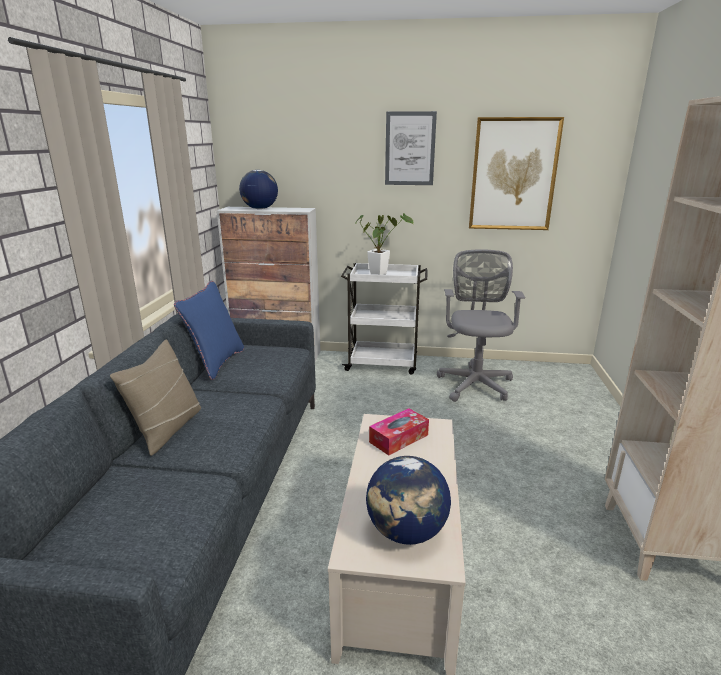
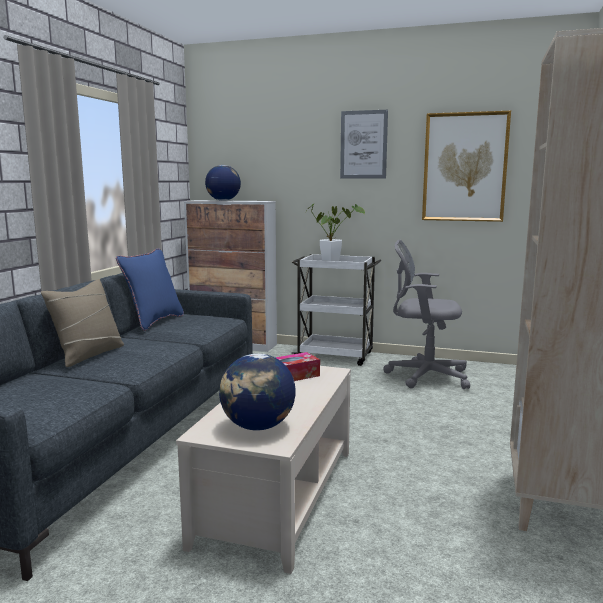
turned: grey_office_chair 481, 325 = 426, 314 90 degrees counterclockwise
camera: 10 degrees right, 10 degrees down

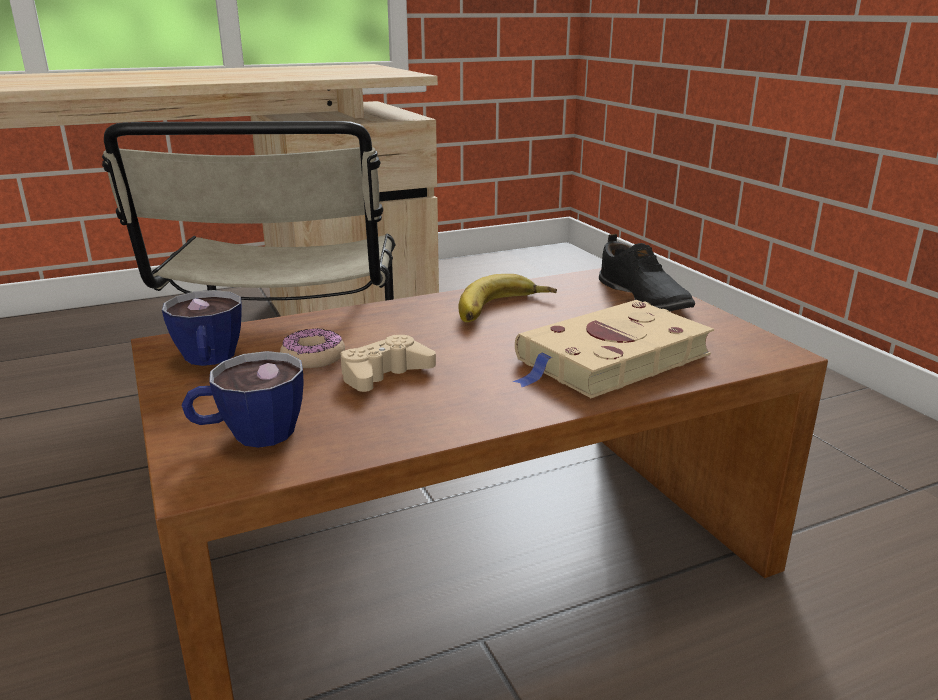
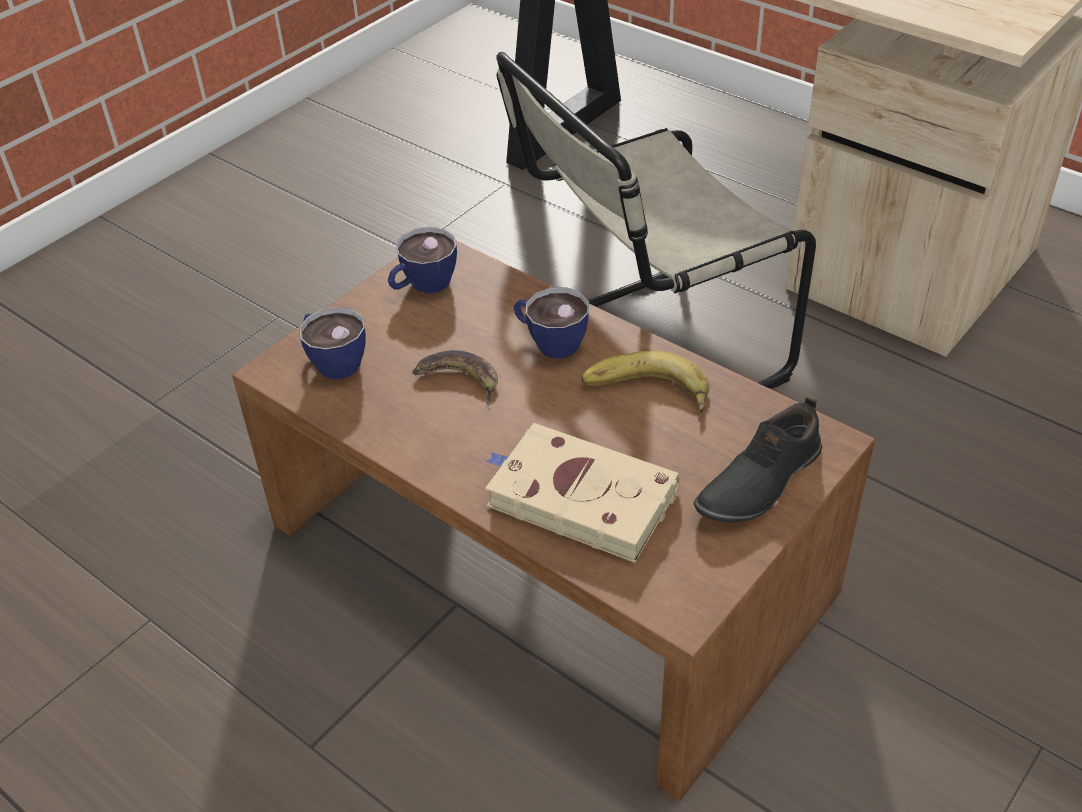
removed: donut 312, 348
added: cup 551, 323
replaced: beige_game_controller 388, 363 to banana 455, 377
camera: 65 degrees right, 20 degrees up

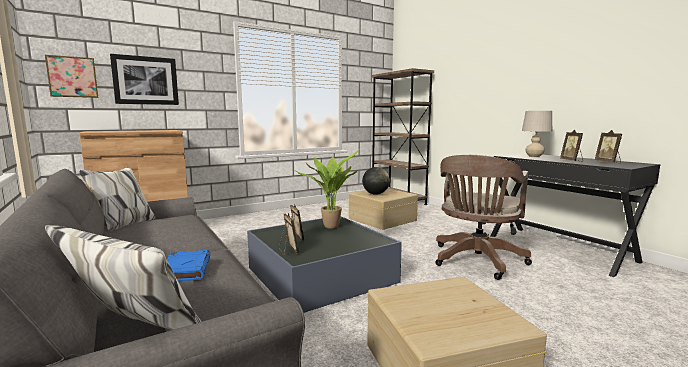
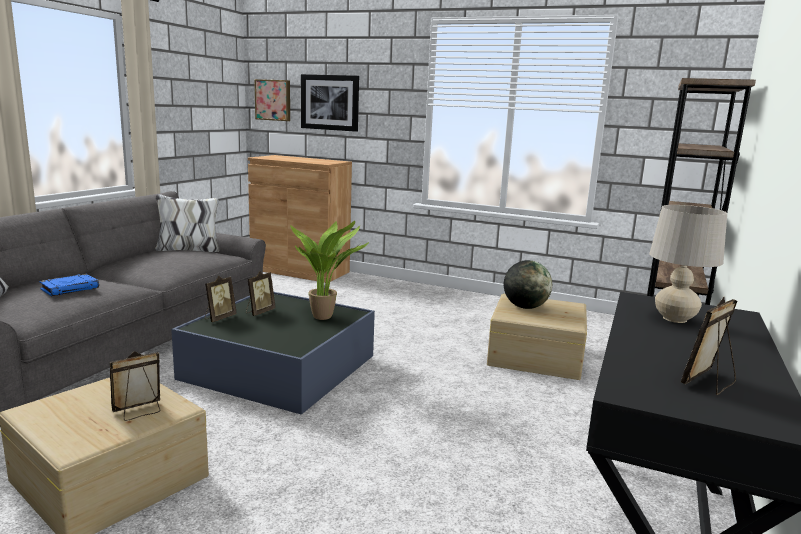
removed: brown_office_chair 483, 217
moved: picture_frame 571, 146 to 135, 386
camera: 55 degrees right, 5 degrees up

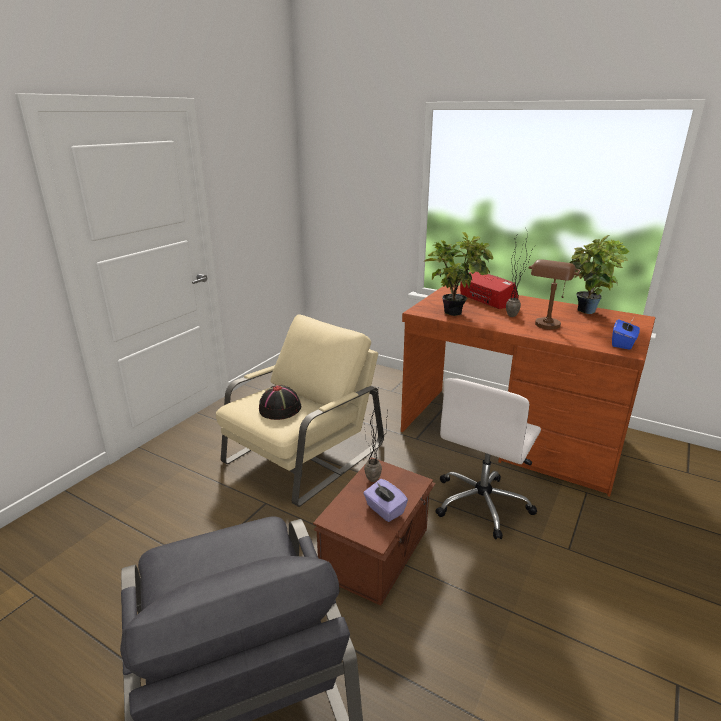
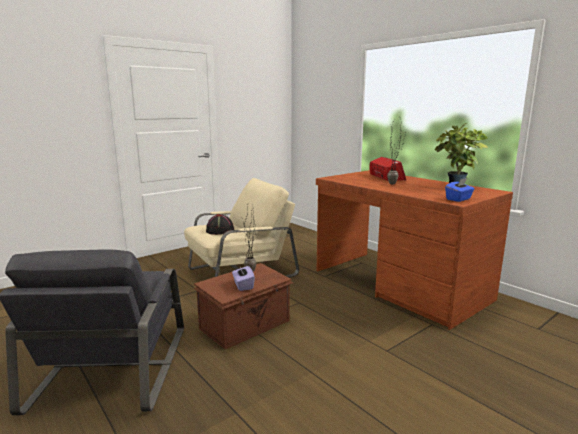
removed: potted_plant 458, 274; brown_table_lamp 555, 294; white_office_chair 488, 458
camera: 20 degrees right, 10 degrees down

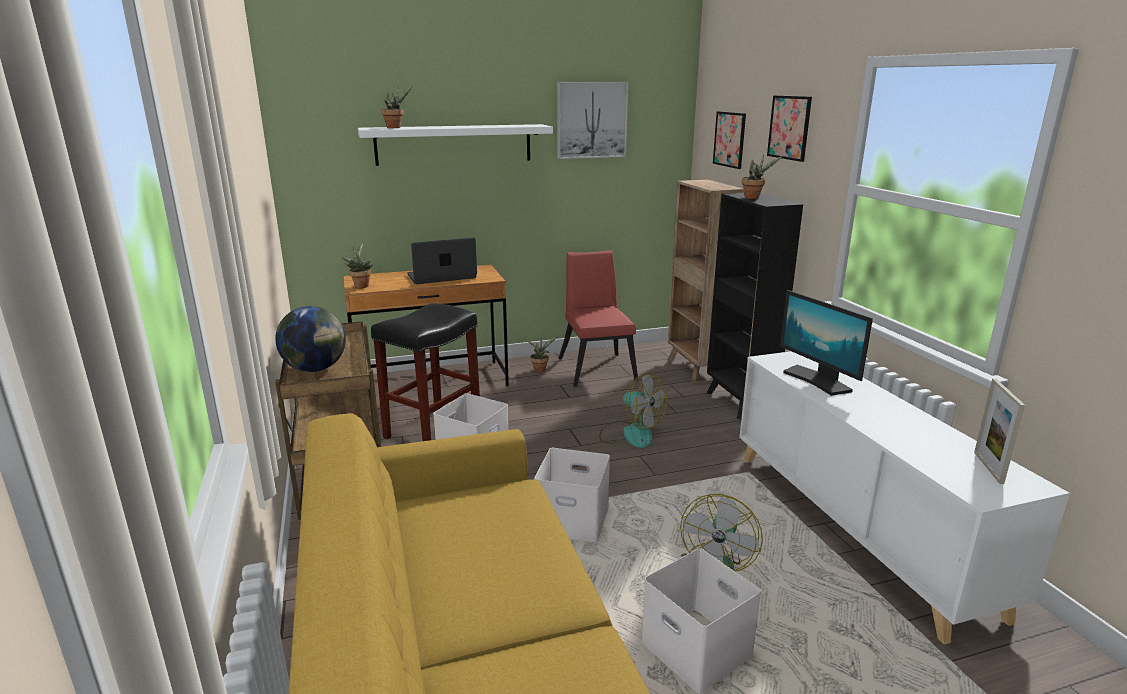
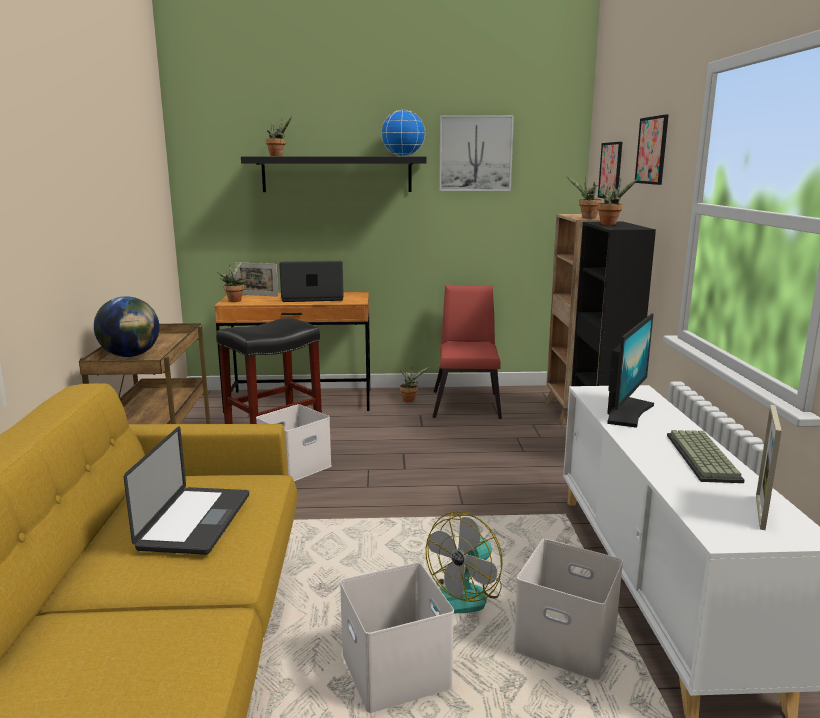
removed: fan 633, 410
added: globe 403, 133; potted_plant 584, 197; picture_frame 256, 279; laptop 186, 490; keyboard 706, 456
moved: white_storage_box 572, 495 to 568, 609
recoloured: white_shelf 455, 145 to black_shelf 334, 174
turned: monitor 826, 343 = 630, 371 135 degrees counterclockwise
camera: 15 degrees right, 5 degrees down

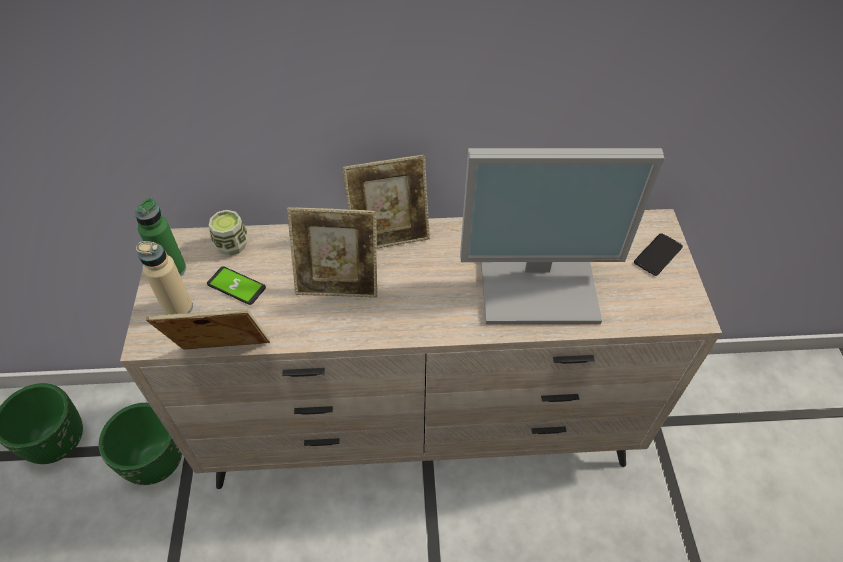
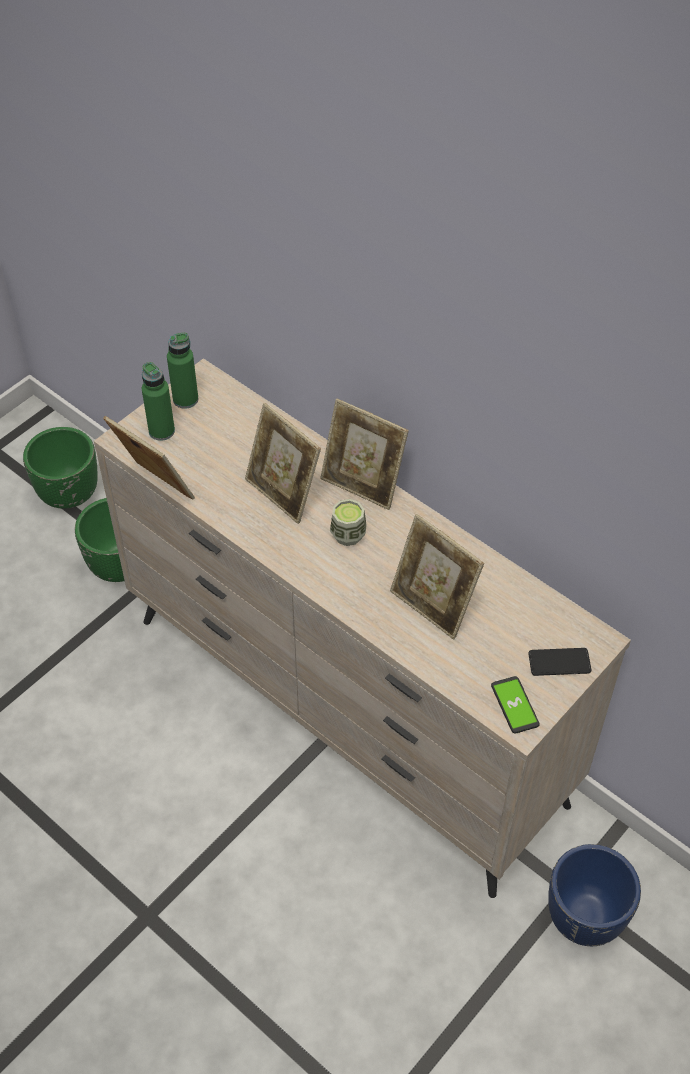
added: blue_planter 594, 895
moved: cup 228, 233 to 348, 522; phone 236, 285 to 515, 704
replaced: monitor 562, 236 to picture_frame 437, 576
recoloured: beige_bottle 164, 278 to green_bottle 158, 401
camera: 45 degrees right, 0 degrees up

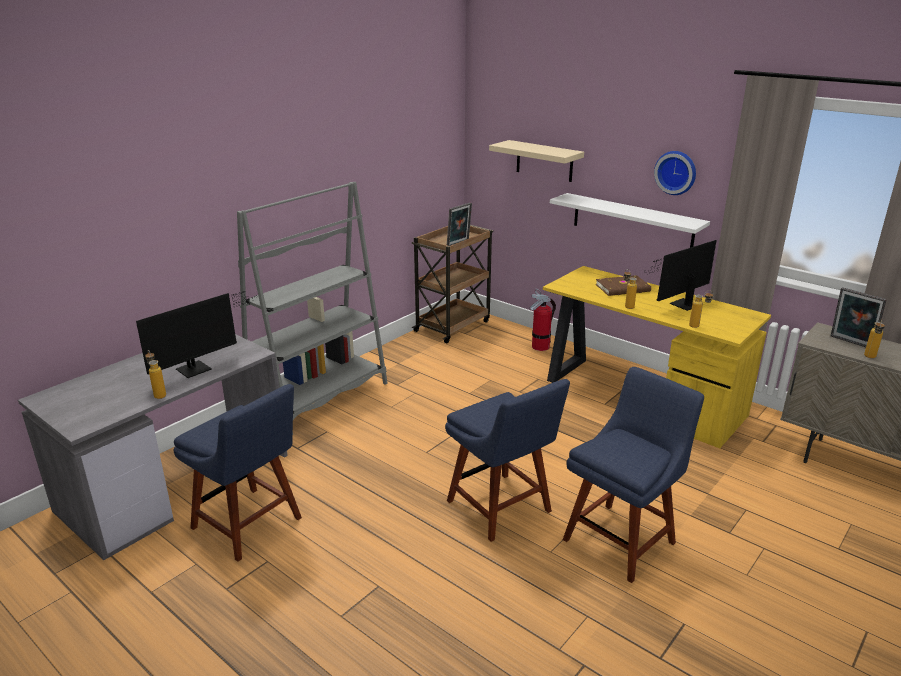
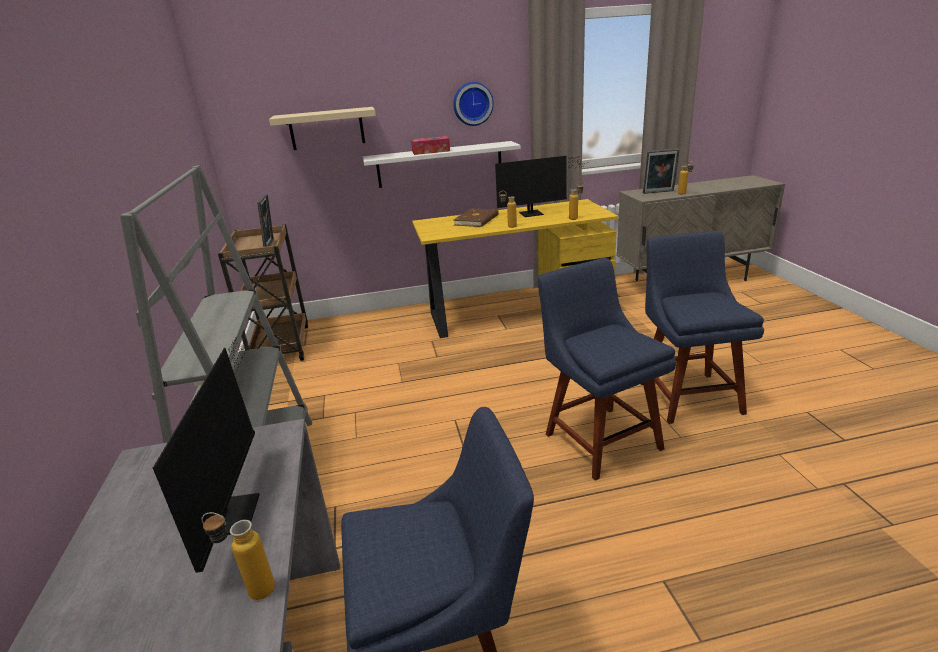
removed: fire_extinguisher 543, 320
added: tissue_box 430, 145
turned: monitor 683, 275 = 541, 186 105 degrees counterclockwise; blue_chair 507, 460 = 607, 369 120 degrees counterclockwise
camera: 50 degrees left, 0 degrees up

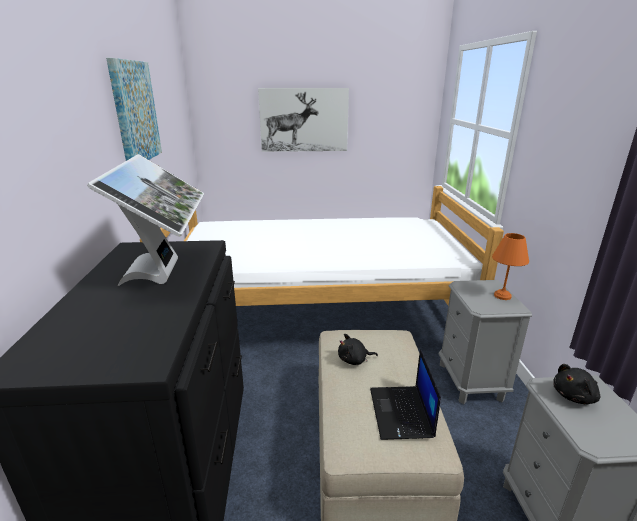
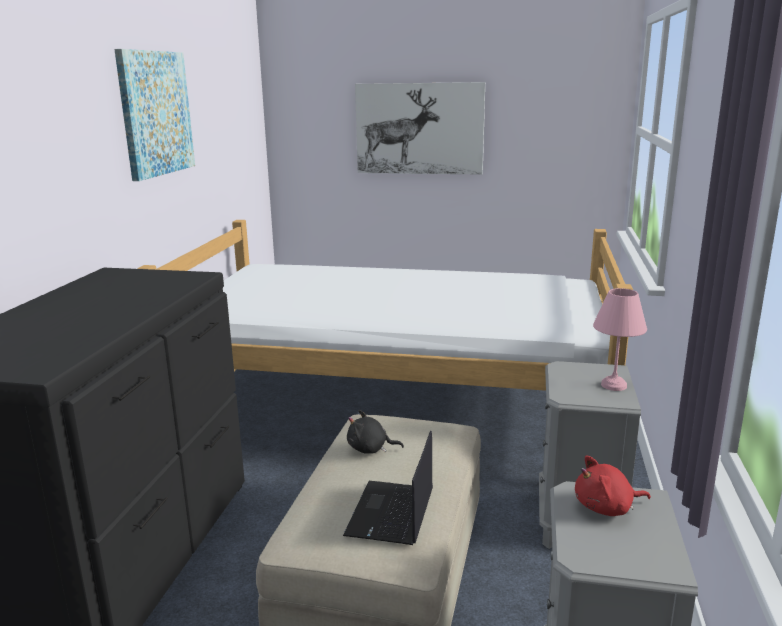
removed: monitor 145, 220
recoloured: orange_table_lamp 510, 266 to pink_table_lamp 620, 339; black_plush_toy 576, 384 to red_plush_toy 613, 486
camera: 15 degrees right, 5 degrees down

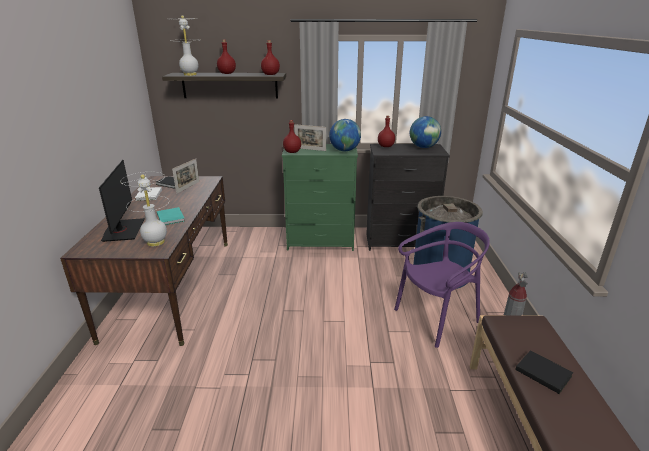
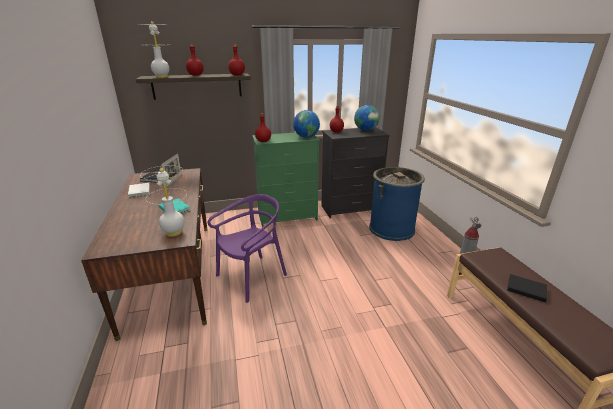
removed: picture_frame 310, 137; monitor 122, 201
moved: purple_chair 442, 285 to 247, 248
camera: 15 degrees left, 0 degrees up

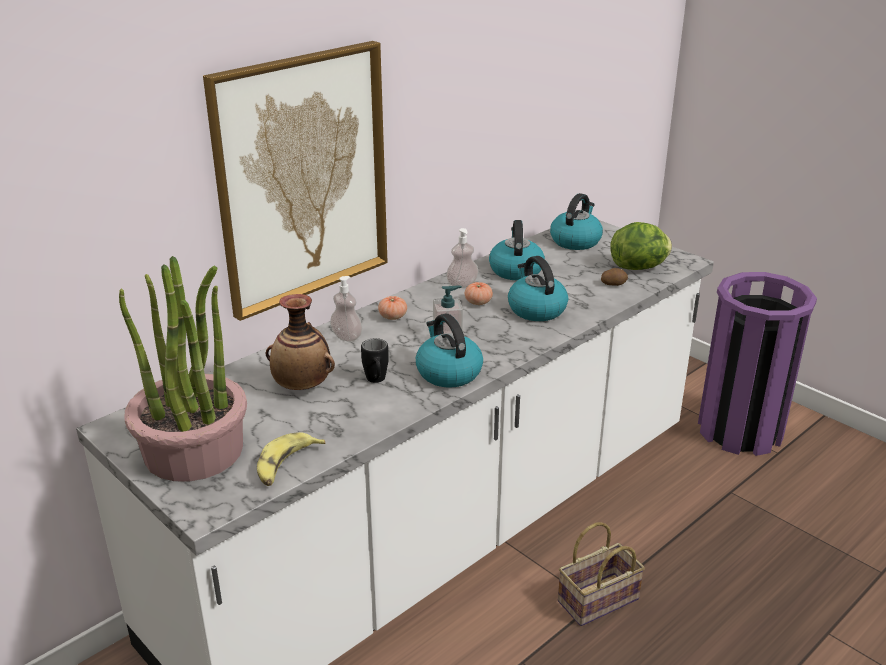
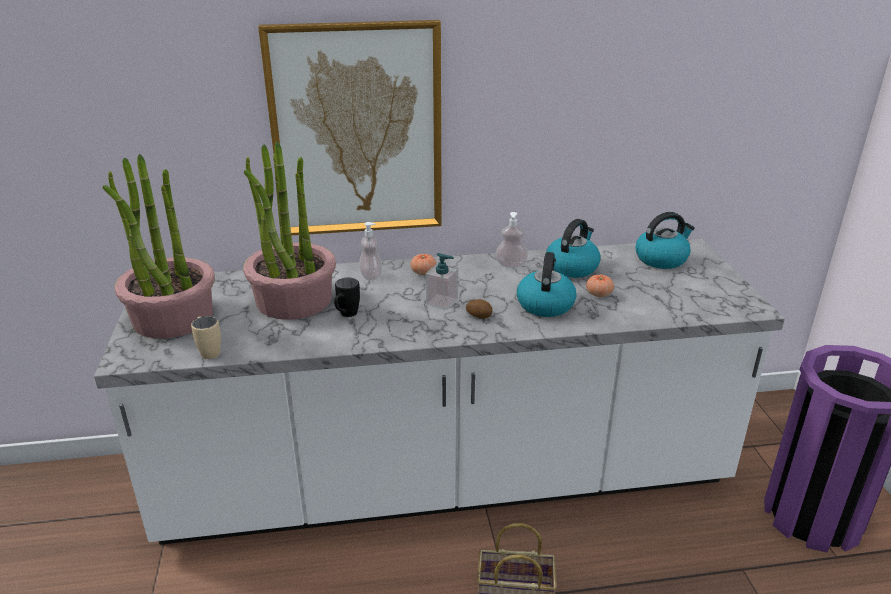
removed: lettuce 641, 246; kettle 449, 351
moved: potato 614, 277 to 479, 309; tomato 479, 293 to 600, 286
replaced: vase 300, 342 to potted_plant 289, 231; banana 291, 459 to beige_mug 206, 337
camera: 35 degrees right, 0 degrees up

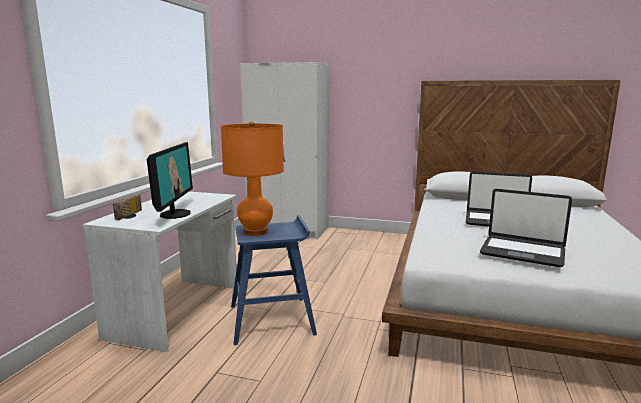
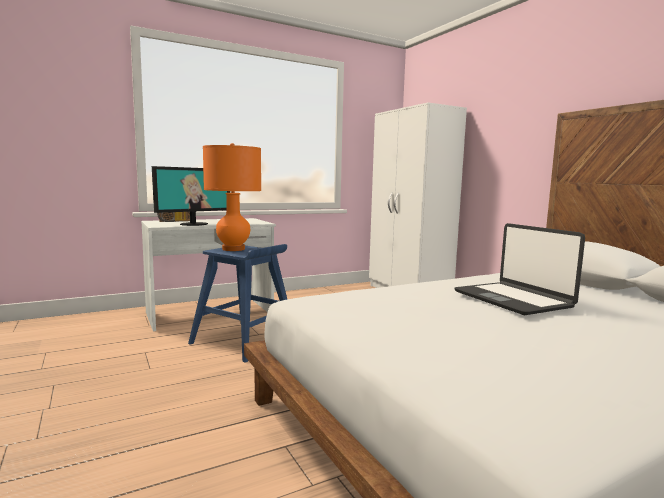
removed: laptop 526, 228
camera: 45 degrees right, 5 degrees down

